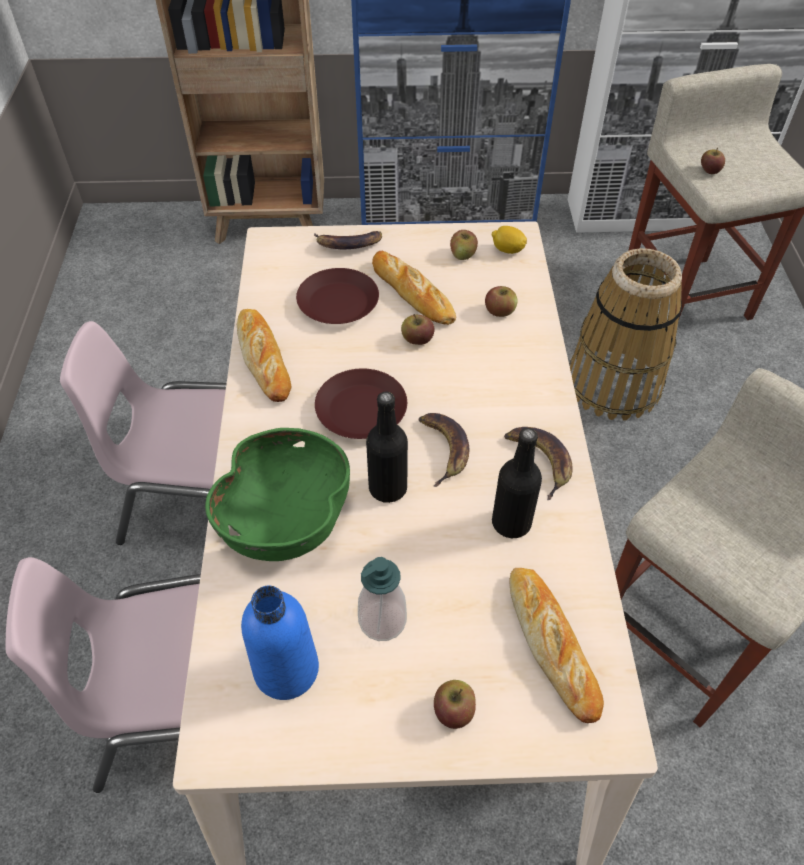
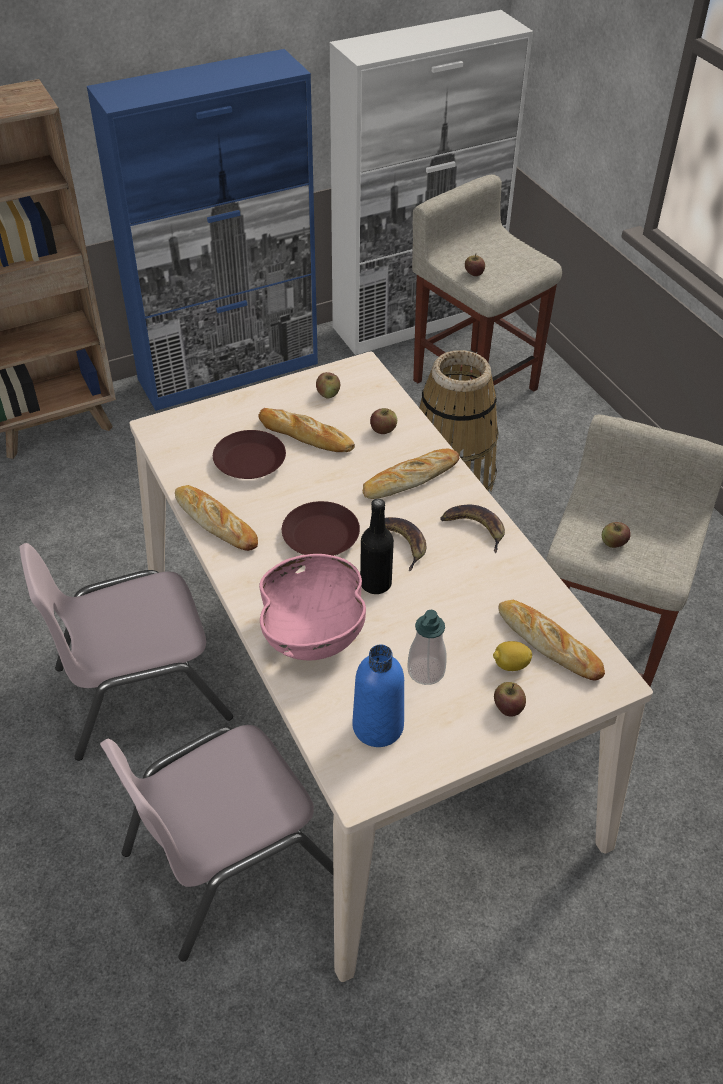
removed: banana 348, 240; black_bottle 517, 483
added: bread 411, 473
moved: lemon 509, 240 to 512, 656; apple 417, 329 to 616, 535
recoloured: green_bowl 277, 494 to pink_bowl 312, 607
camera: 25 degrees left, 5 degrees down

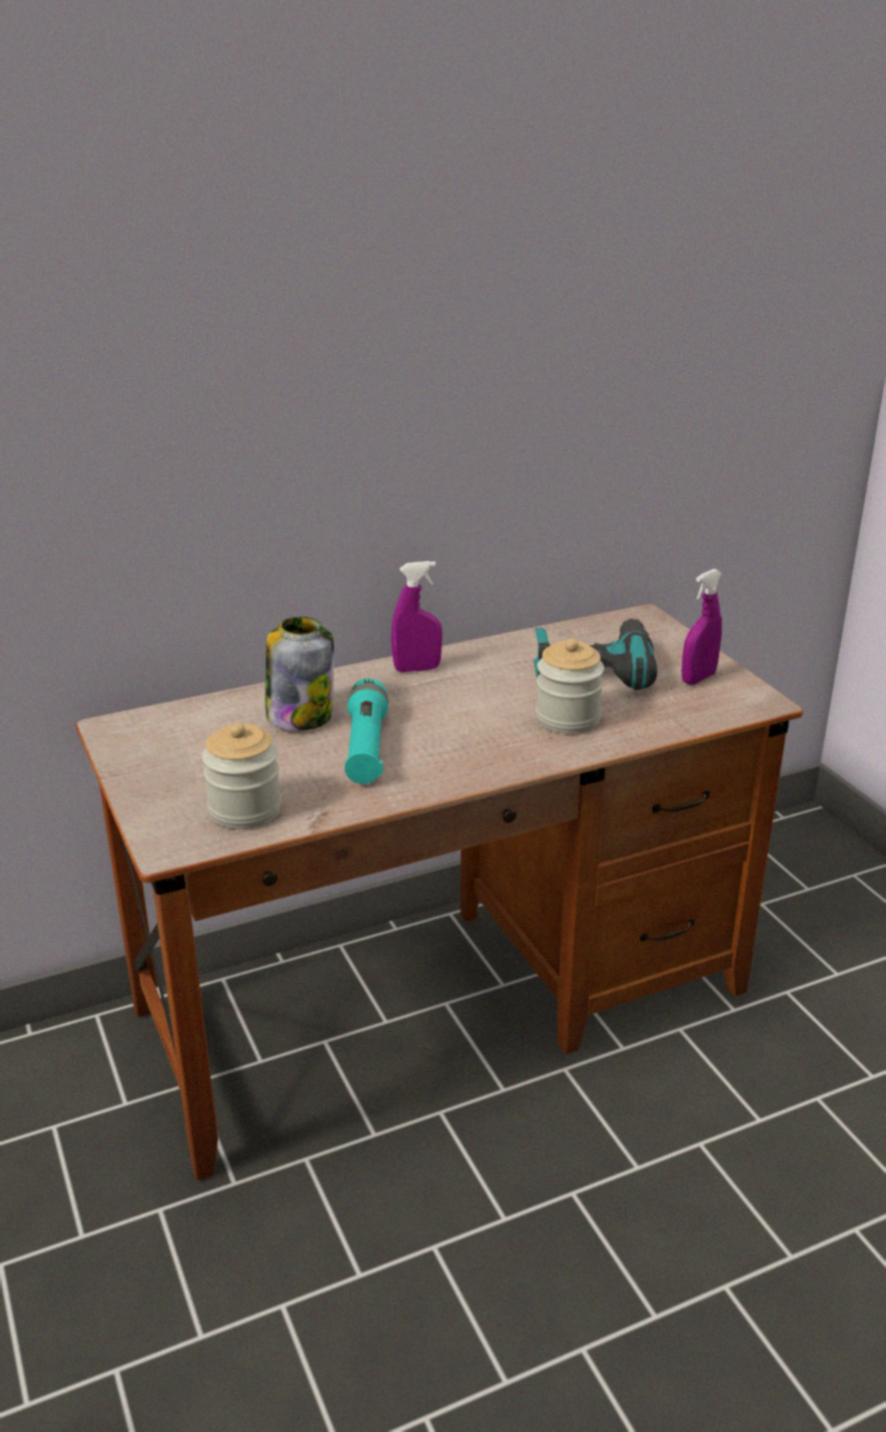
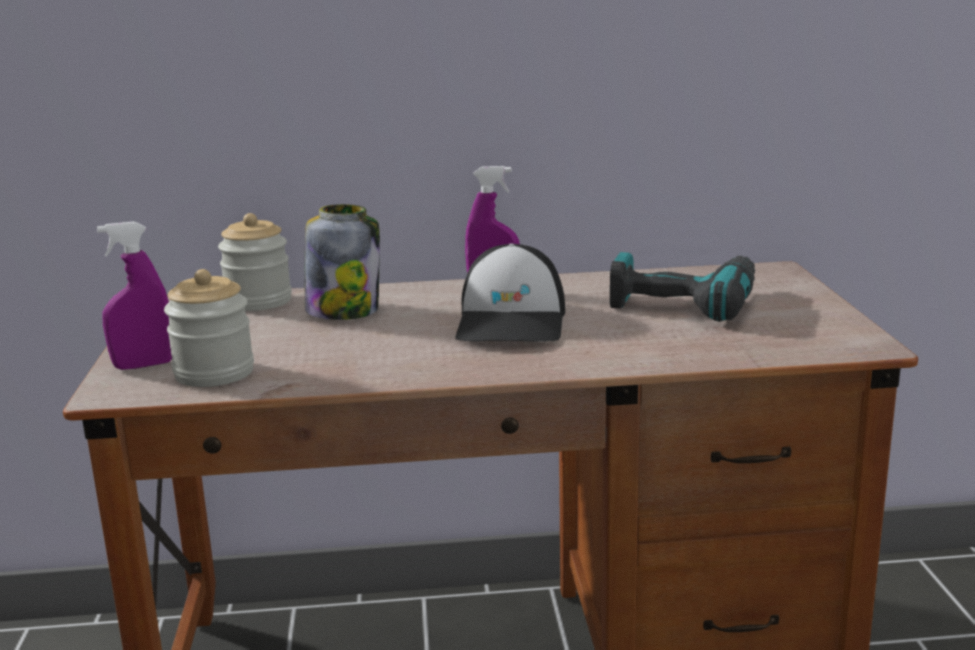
removed: turquoise_flashlight 366, 731
added: cap 510, 293
moved: purple_spray_bottle 701, 627 to 134, 295; jar 570, 686 to 255, 262
camera: 20 degrees right, 10 degrees down

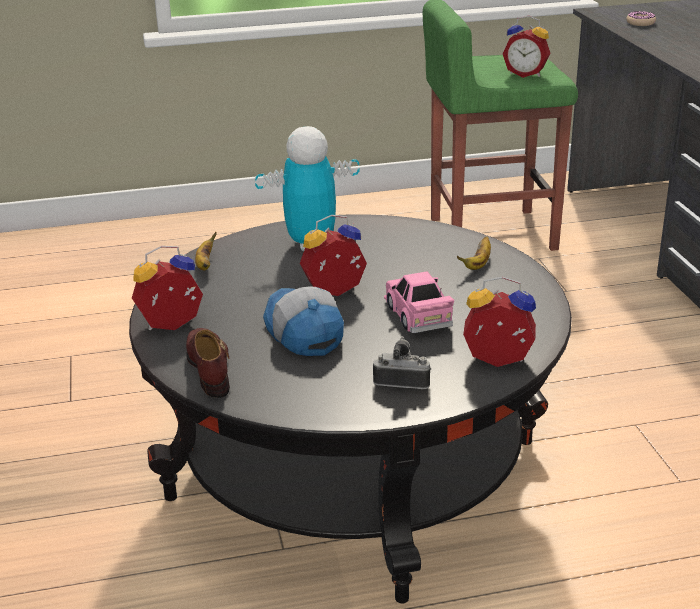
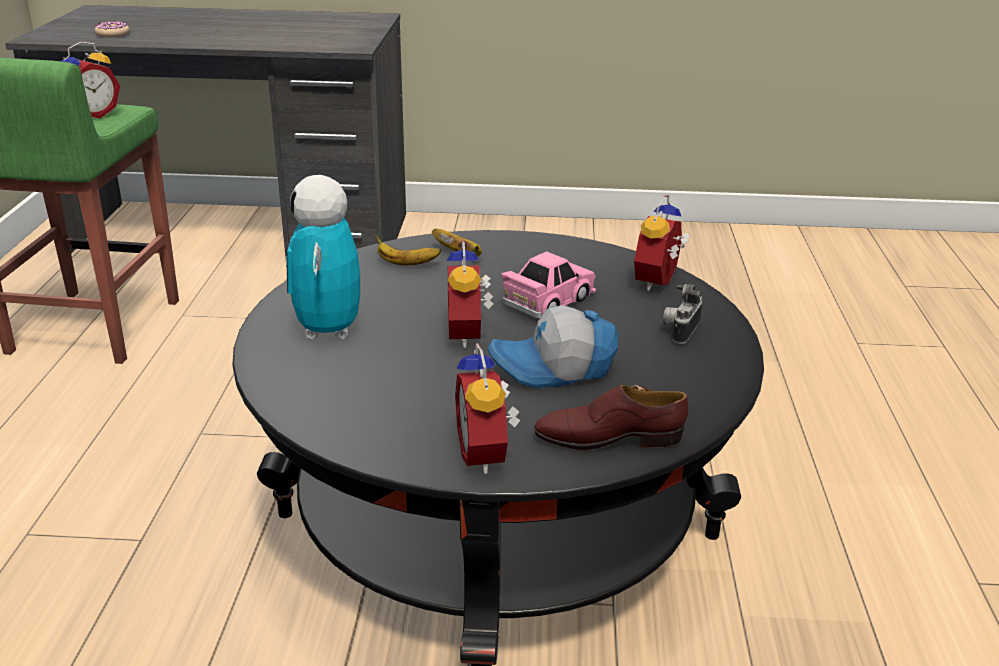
moved: banana 206, 251 to 407, 249
turned: pink_toy_car 419, 302 = 548, 284 135 degrees clockwise
camera: 75 degrees left, 0 degrees up

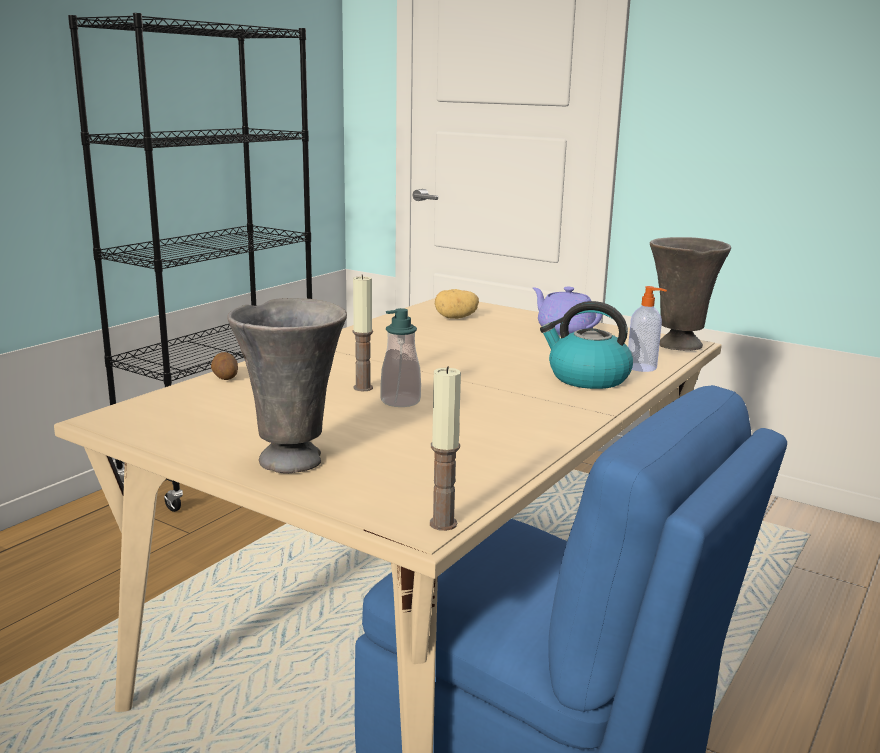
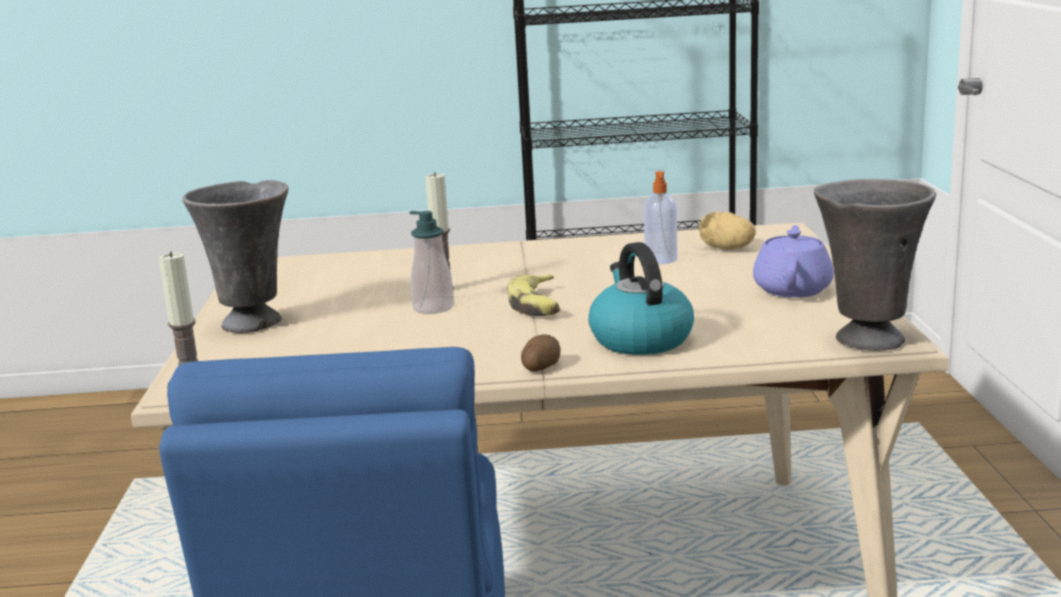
added: banana 534, 295
moved: soap_dispenser 647, 329 to 661, 217; potato 224, 366 to 541, 352
camera: 55 degrees right, 0 degrees up

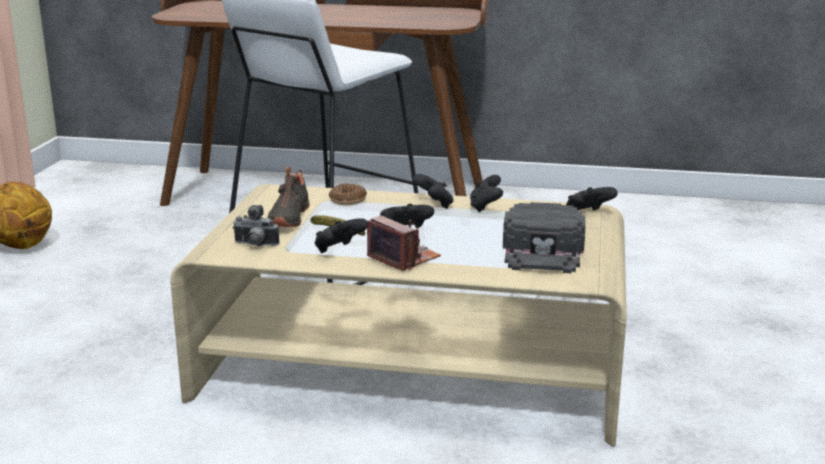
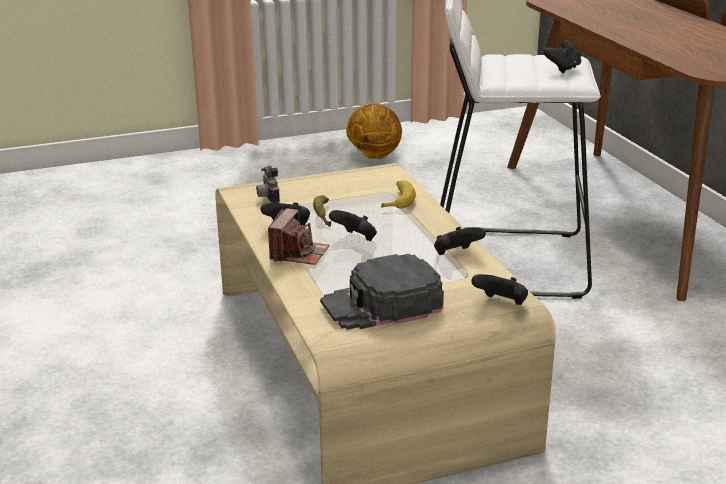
removed: black_shoe 288, 197
moved: black_game_controller 433, 191 to 562, 56
replaced: donut 348, 194 to banana 398, 195
camera: 60 degrees right, 5 degrees up

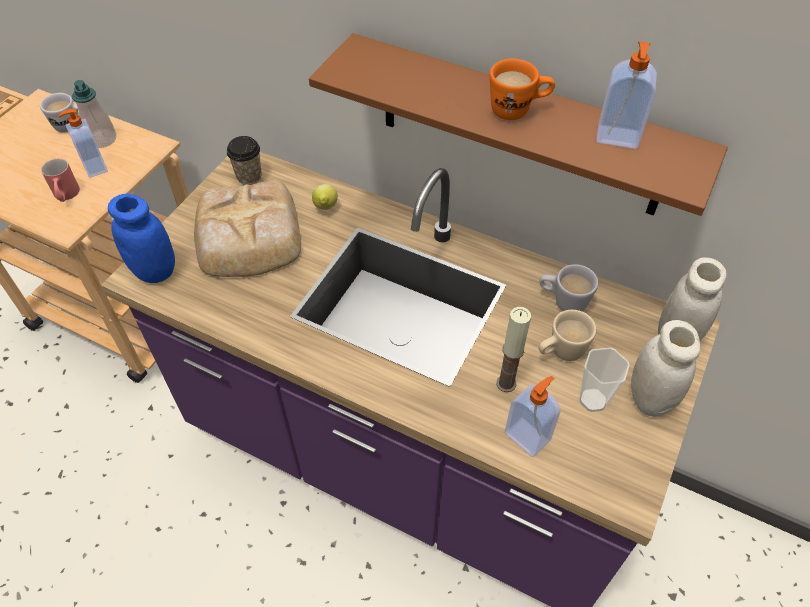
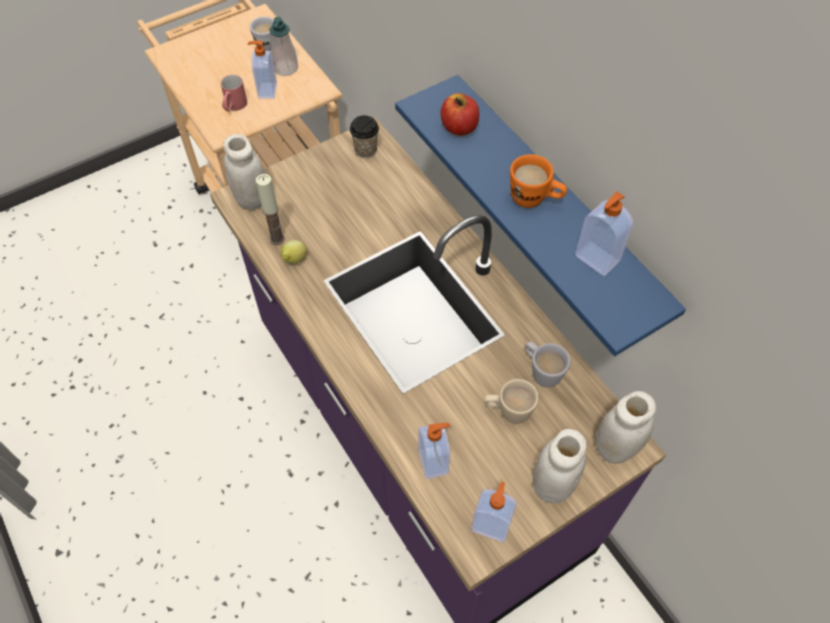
removed: bread 247, 228; cup 604, 380
added: apple 460, 114; soap_dispenser 494, 512
moved: lemon 325, 197 to 294, 252; candle 513, 349 to 270, 209
recoloured: brown_shelf 518, 124 to blue_shelf 540, 215; blue_jar 141, 238 to white_jar 244, 172
camera: 30 degrees right, 5 degrees up

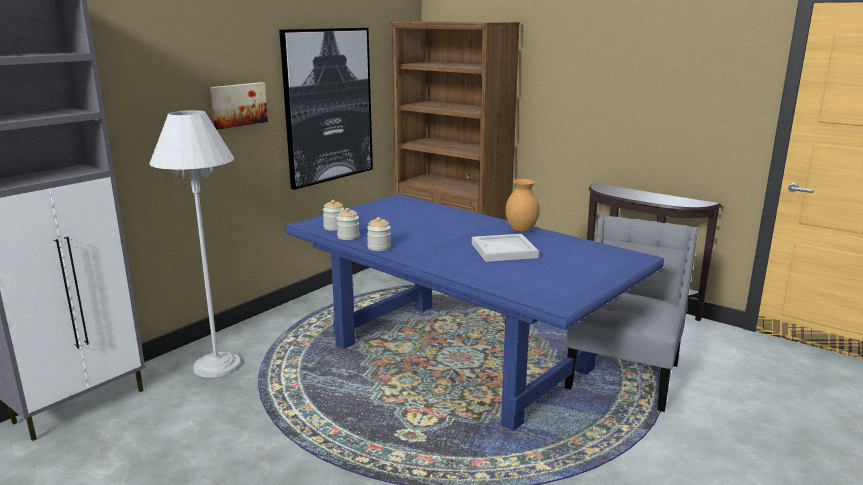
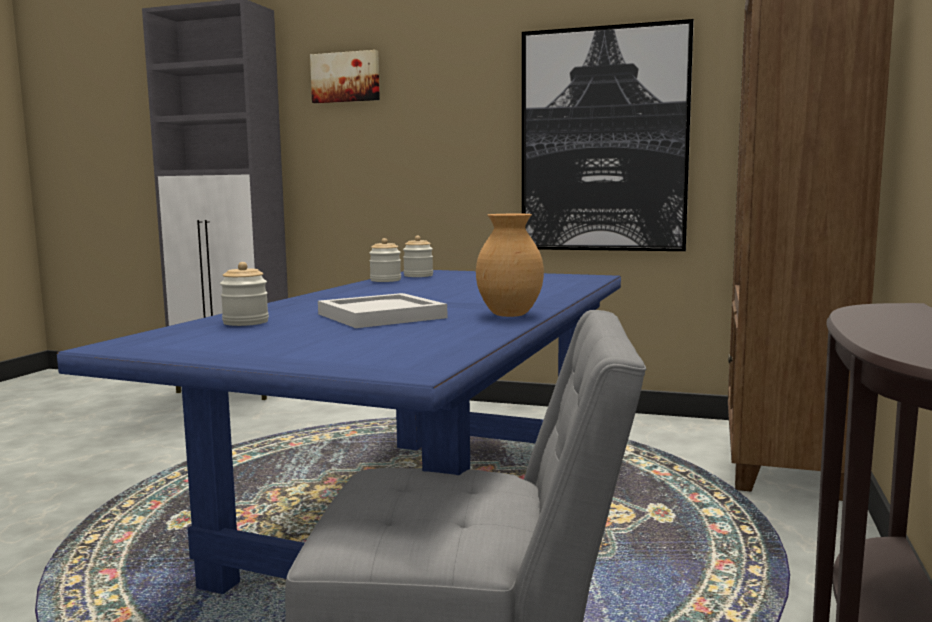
removed: white_floor_lamp 195, 244
moved: picture 239, 106 to 345, 76; jar 379, 234 to 244, 294
camera: 70 degrees right, 10 degrees down

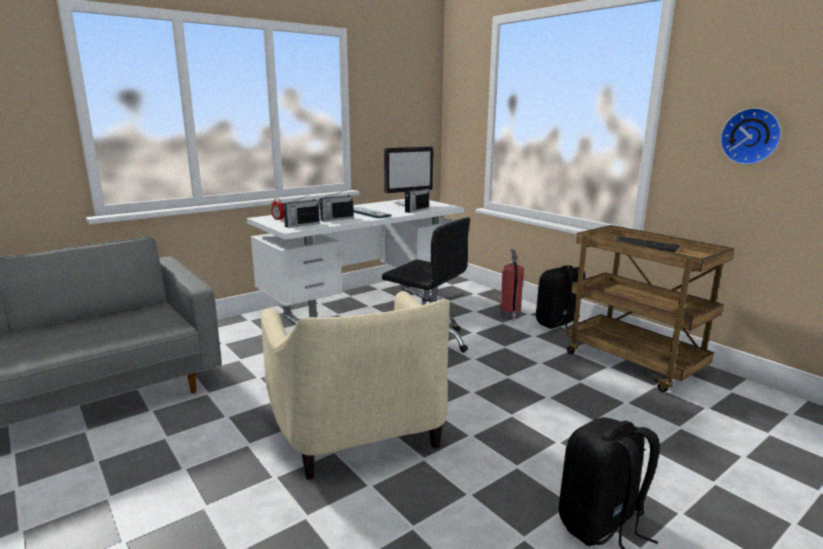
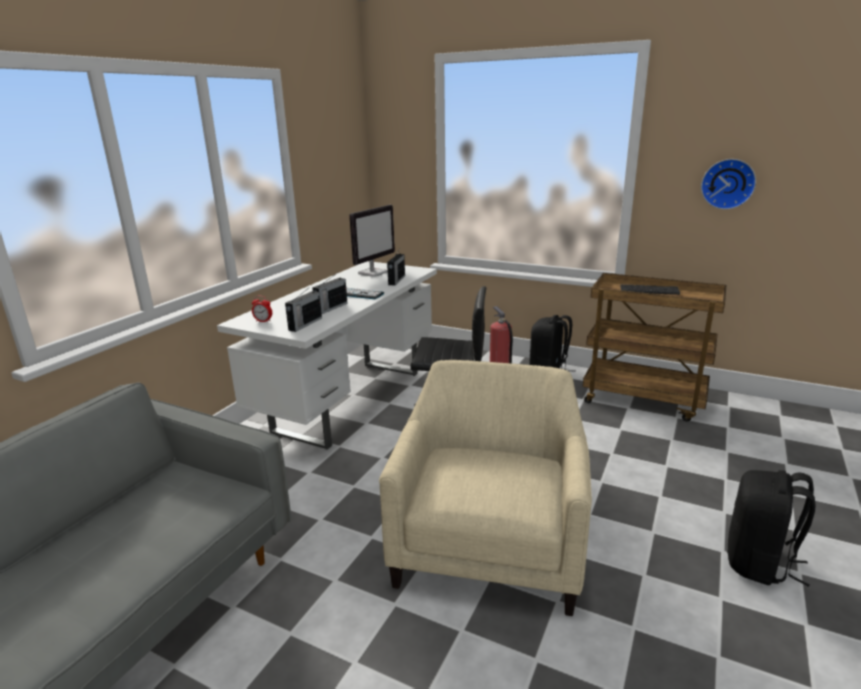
turned: beige_armchair 355, 385 = 485, 488 120 degrees counterclockwise
camera: 25 degrees left, 5 degrees up

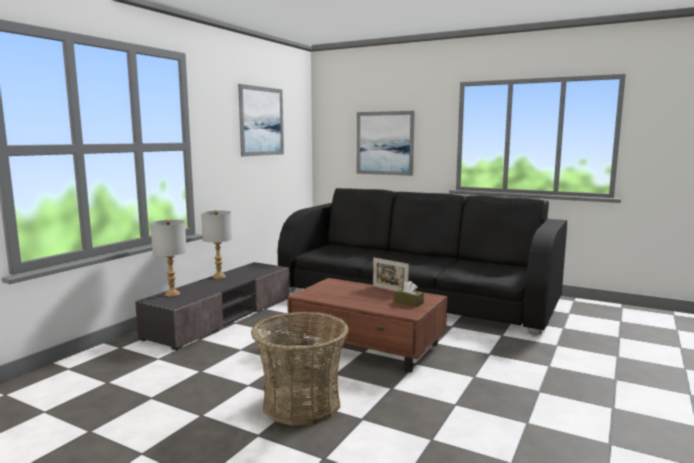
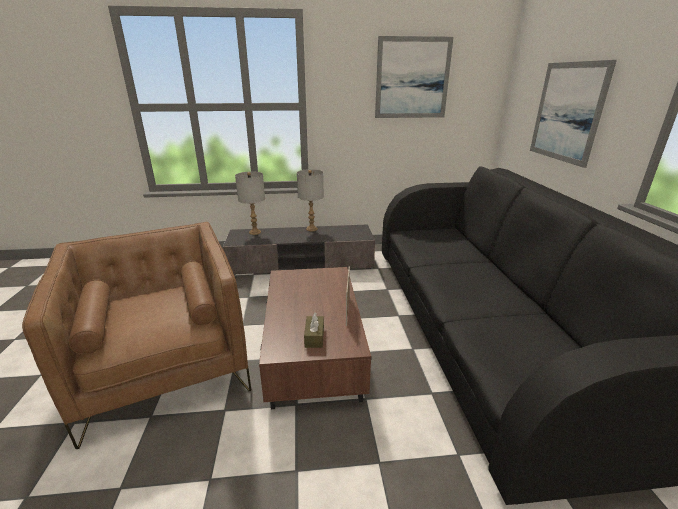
replaced: basket 300, 369 to brown_armchair 136, 335
camera: 55 degrees right, 15 degrees up

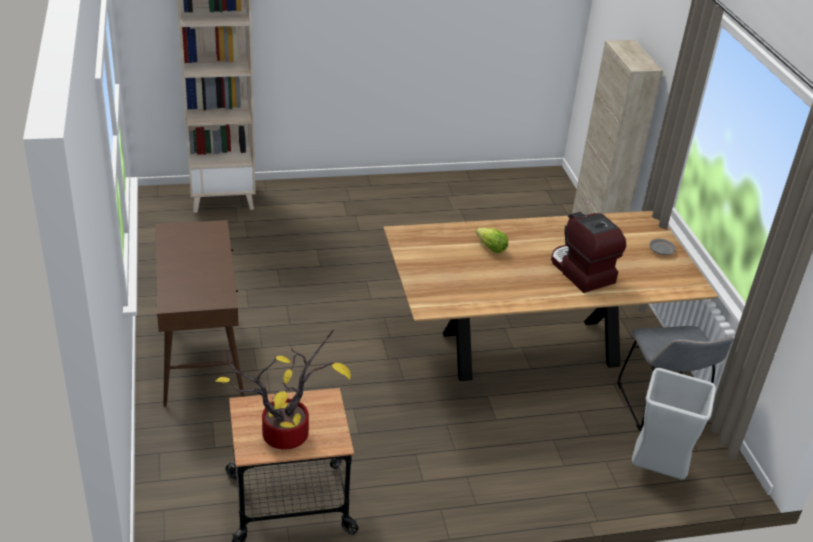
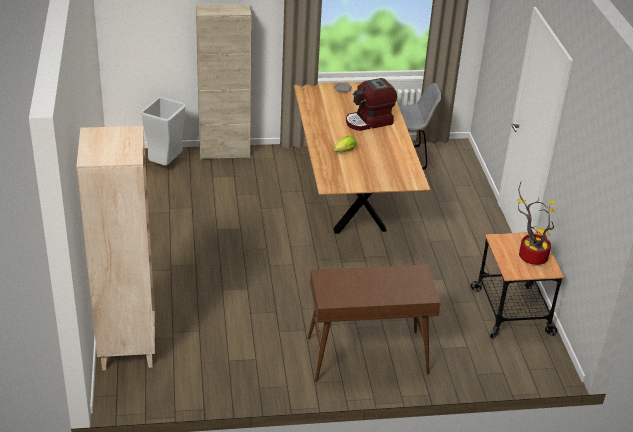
moved: grey_trash_can 674, 423 to 163, 131
camera: 85 degrees left, 0 degrees up

